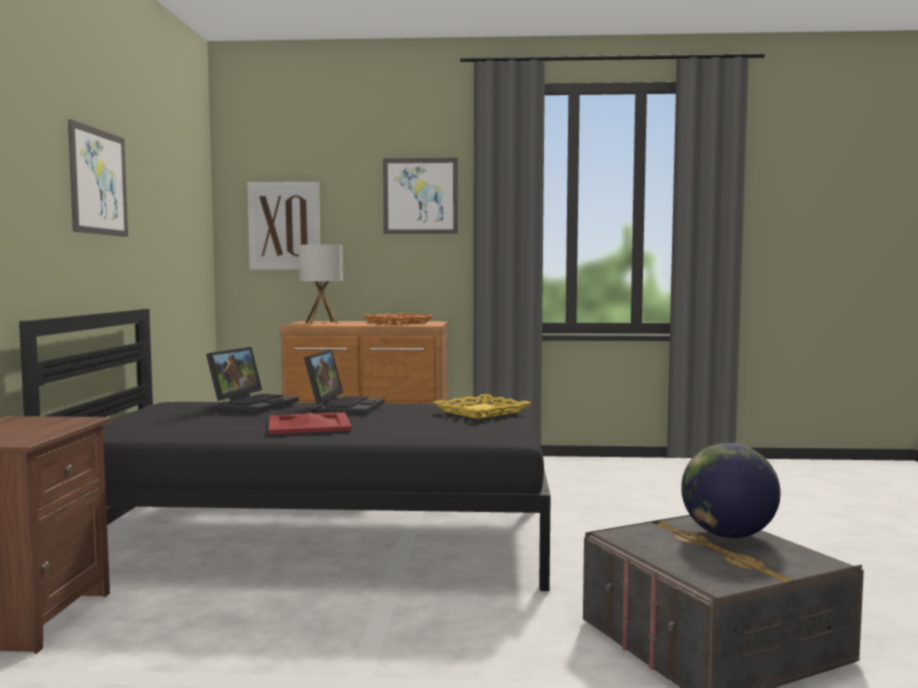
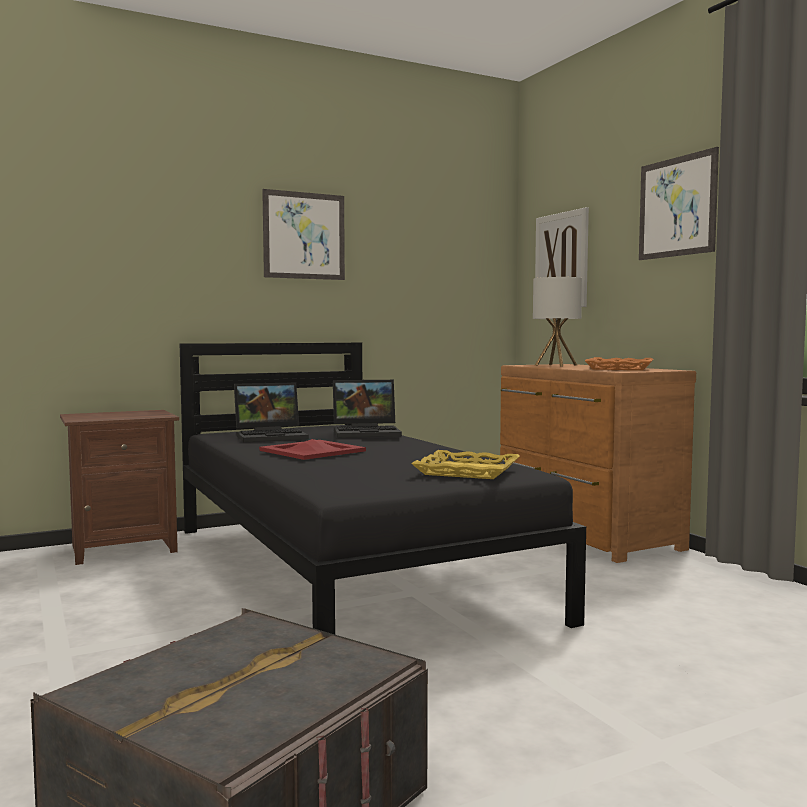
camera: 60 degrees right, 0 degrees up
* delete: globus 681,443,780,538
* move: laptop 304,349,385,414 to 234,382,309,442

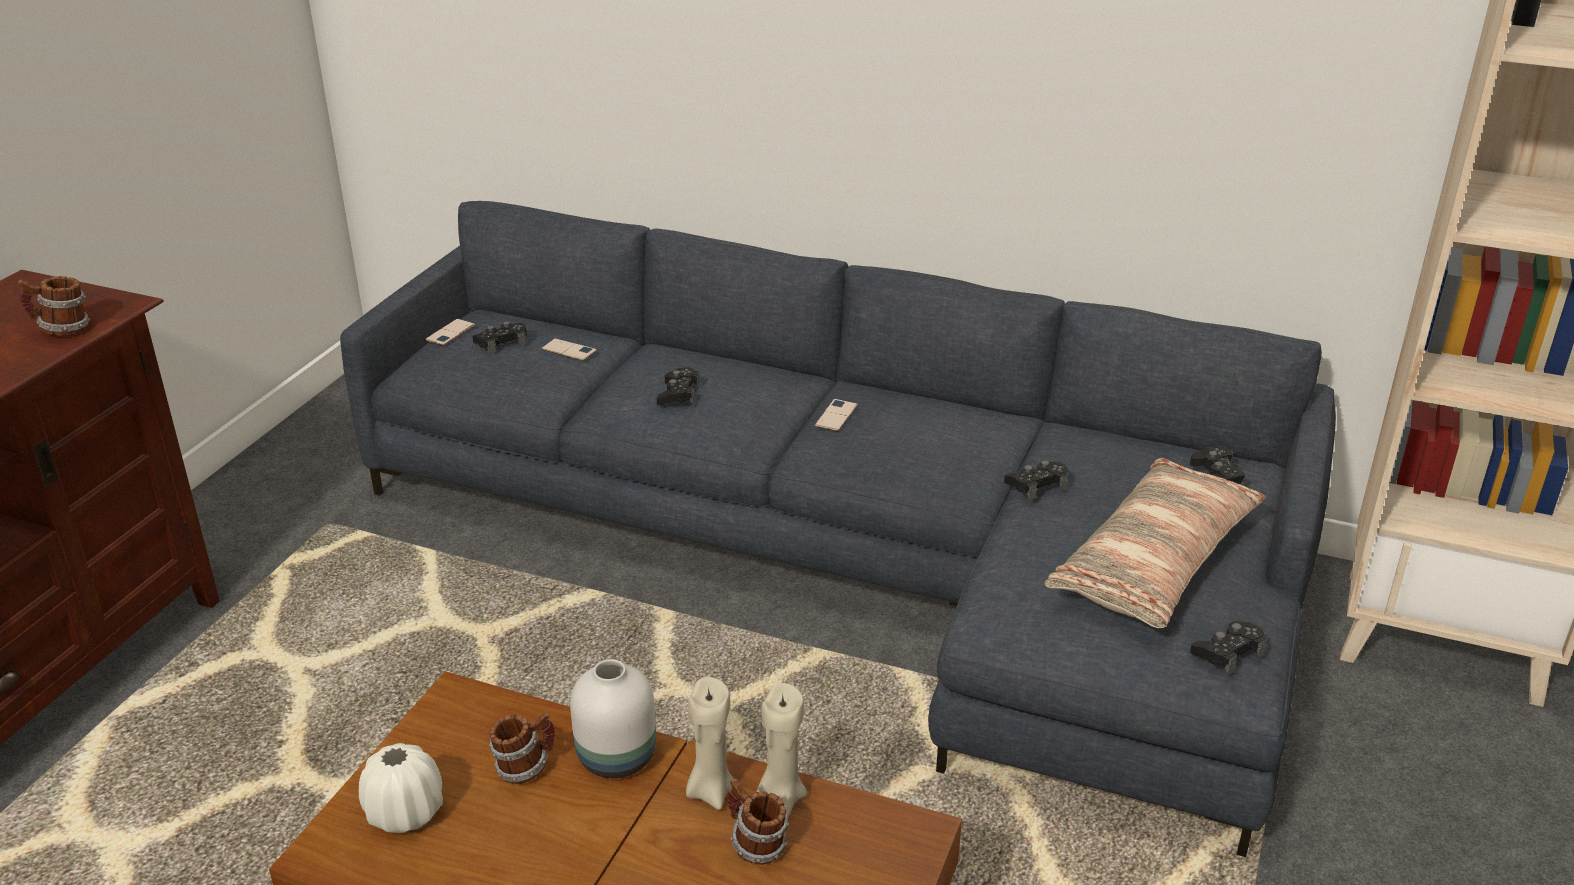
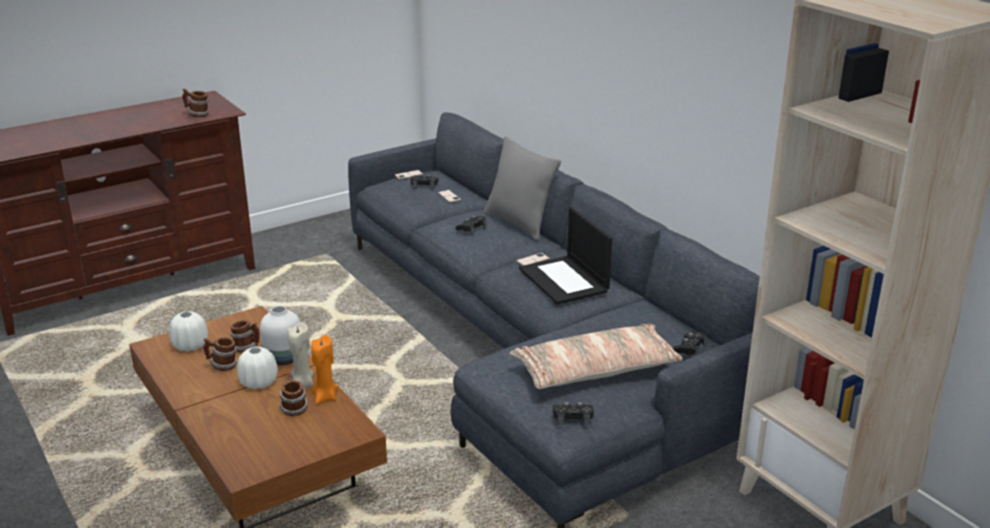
camera: 35 degrees right, 5 degrees down
* delete: pad do gier [czarny] 1004,460,1068,501
* insert: kubek 203,337,237,371
* insert: wazon [biały] 237,346,278,389
* insert: poduszka [szary] 483,136,561,241
* insert: laptop 519,207,612,305
* recolor: świeca [beżowy] 757,683,807,817 to świeca [pomarańczowy] 311,335,338,404

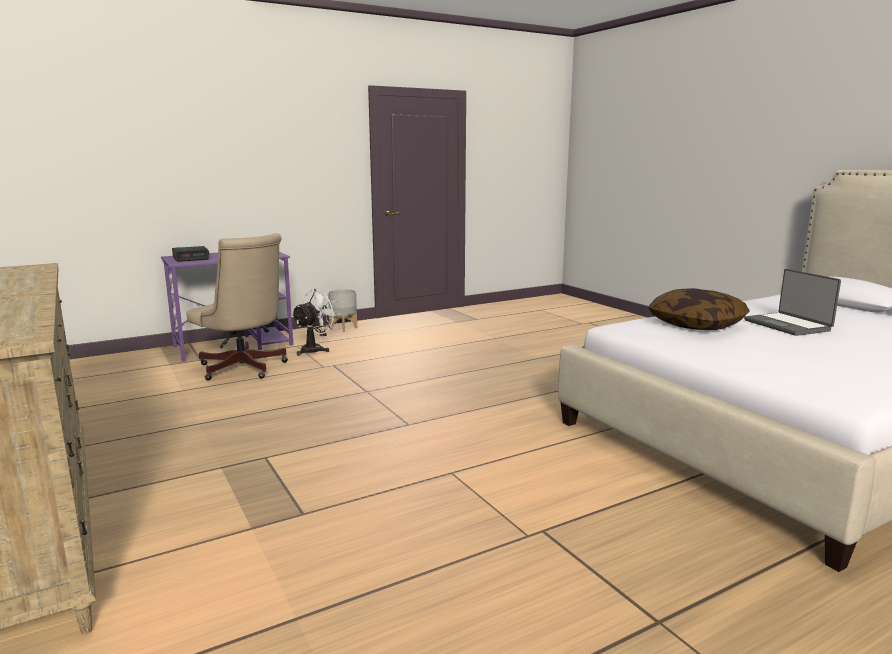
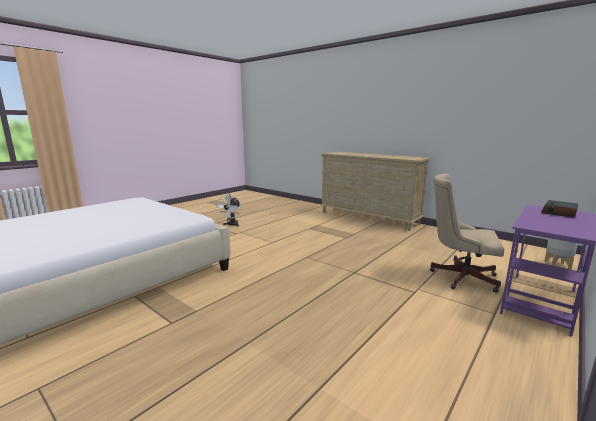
camera: 160 degrees right, 0 degrees up
* delete: poduszka 648,288,750,330
* delete: laptop 744,269,841,336
* move: wentylator [biały] 292,288,340,356 to 217,194,241,227
* move: donica [szary] 328,289,357,332 to 544,238,578,269

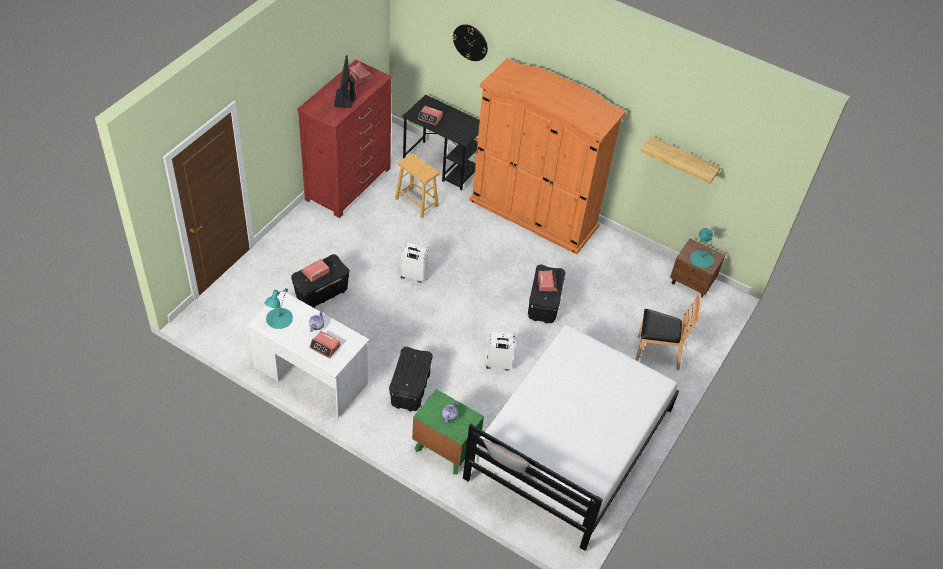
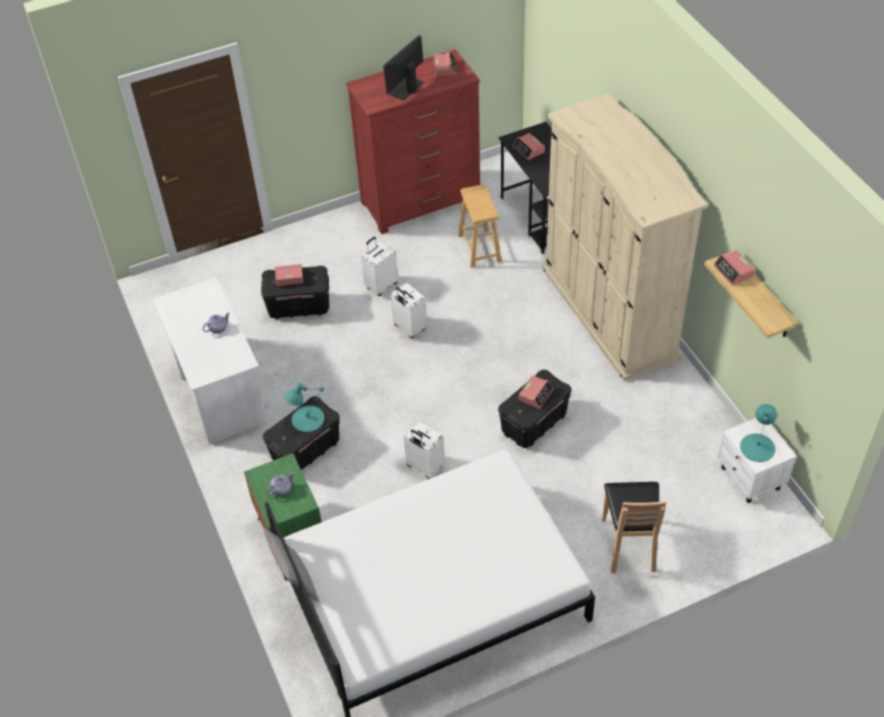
camera: 40 degrees right, 0 degrees up
* delete: zegar ścienny 452,24,488,61
* insert: walizka [biały] 361,237,398,296
* move: lampa stołowa [turkusowy] 264,288,293,329 to 284,383,325,432
* move: budzik 309,331,340,358 to 714,250,755,285
* recolor: szafa [pomarańczowy] 469,58,626,254 to szafa [beżowy] 542,94,708,381
* recolor: szafka nocna [brązowy] 670,238,726,298 to szafka nocna [biały] 717,418,797,503
* rotate: krzesło [brązowy] 635,293,702,370 = 602,482,666,573 45 degrees clockwise

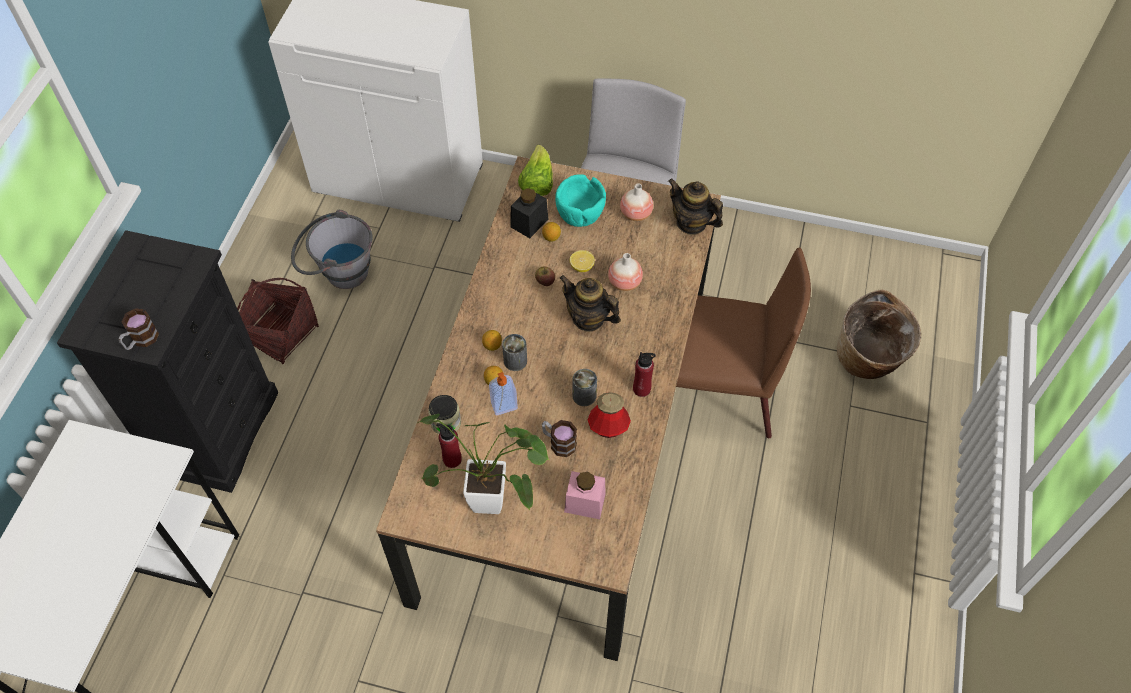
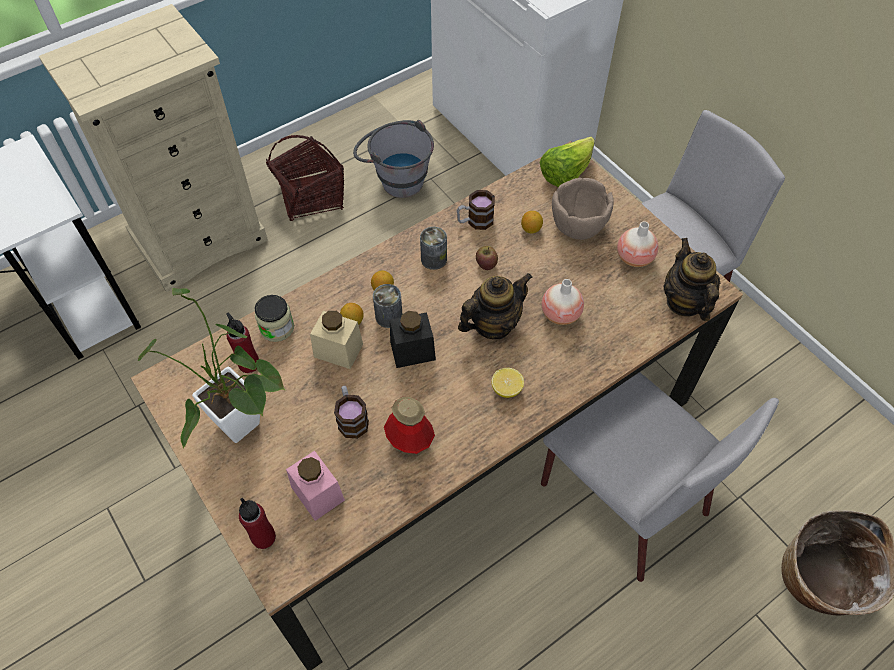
camera: 40 degrees right, 0 degrees up
* move: kubek 119,308,159,350 to 457,190,495,230
* move: słoik [czarny] 510,188,548,238 to 390,311,436,368
* move: cytryna 570,250,595,272 to 491,368,524,398
* move: puszka 572,369,597,406 to 420,227,447,270
* move: butelka [czerwony] 633,352,656,397 to 239,498,276,549
* replace: dozownik mydła 489,372,518,416 to słoik [beżowy] 310,311,363,369
* recolor: komoda [czarny] 57,230,278,493 to komoda [beżowy] 39,4,268,292
* recolor: miska [turkusowy] 555,174,606,227 to miska [brązowy] 552,178,614,240
* recolor: krzesło [brązowy] 676,247,811,438 to krzesło [szary] 541,372,779,582
* rotate: imbryk 559,275,621,332 = 458,273,533,339 75 degrees clockwise

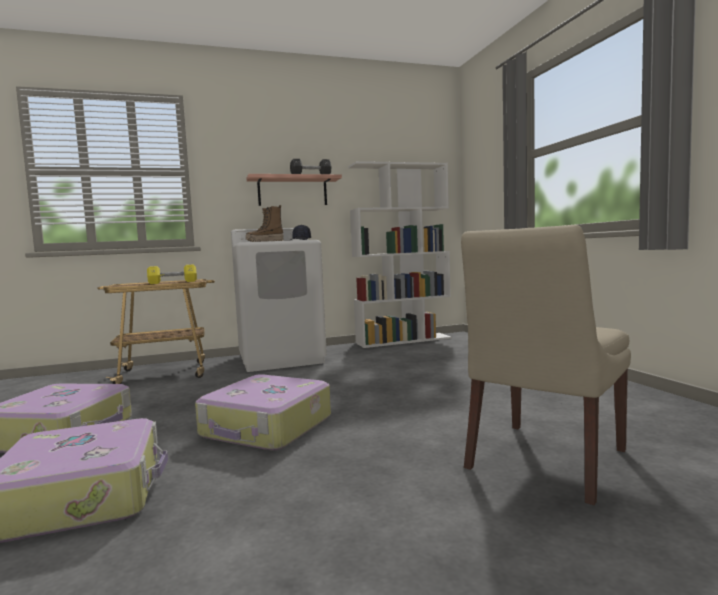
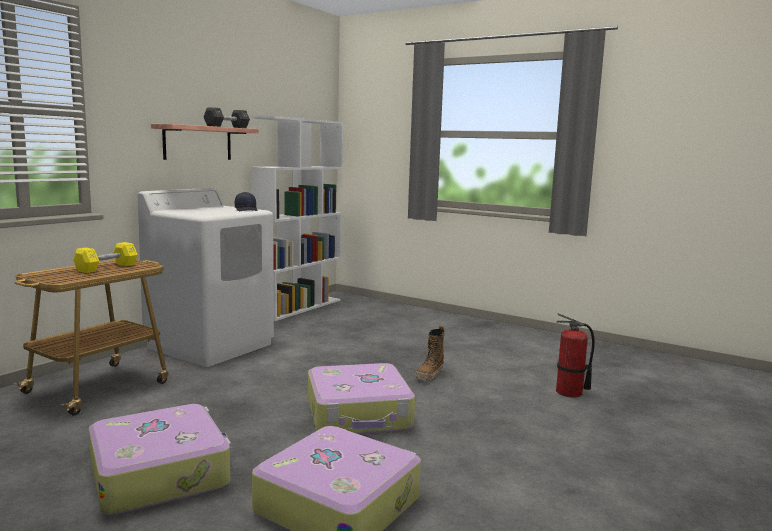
camera: 40 degrees left, 5 degrees up
* move: but z cholewką 246,205,284,242 to 416,326,445,381
* replace: krzesło [beżowy] 461,225,631,505 to gaśnica 556,313,595,397

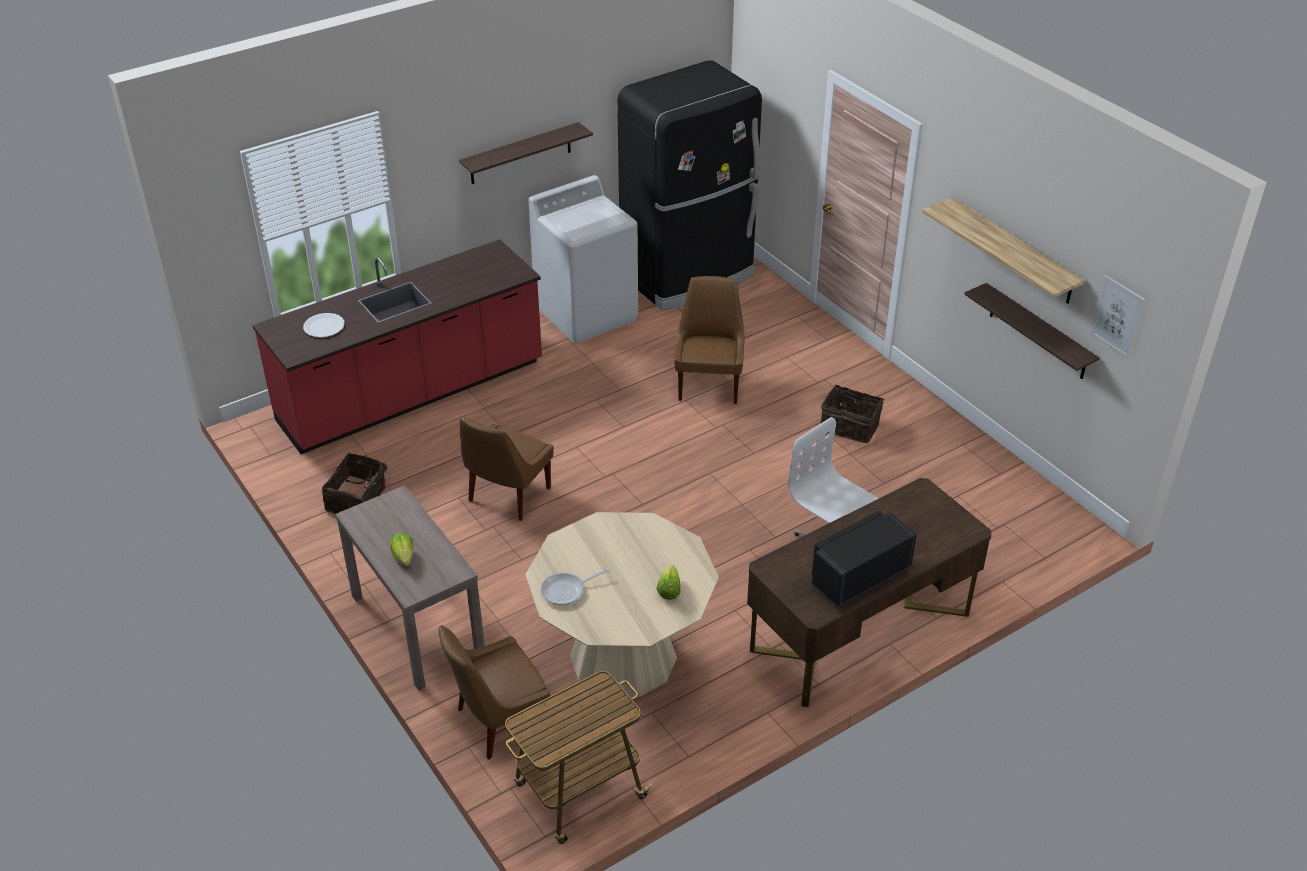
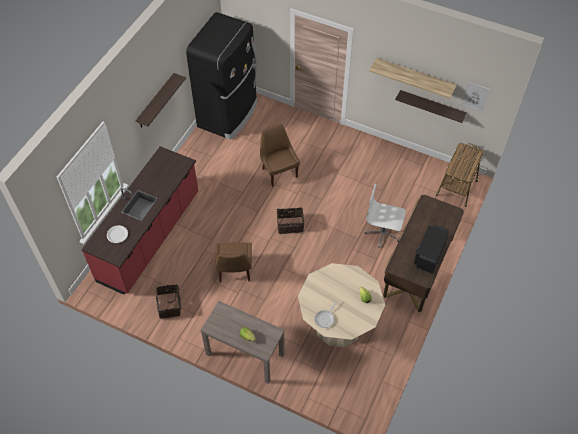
camera: 30 degrees left, 15 degrees up
* delete: krzesło [brązowy] 439,625,550,760
* delete: pralka [biały] 529,175,638,344
* move: wózek 505,671,652,844 to 436,143,483,207
* move: koszyk 821,385,884,443 to 277,208,304,234

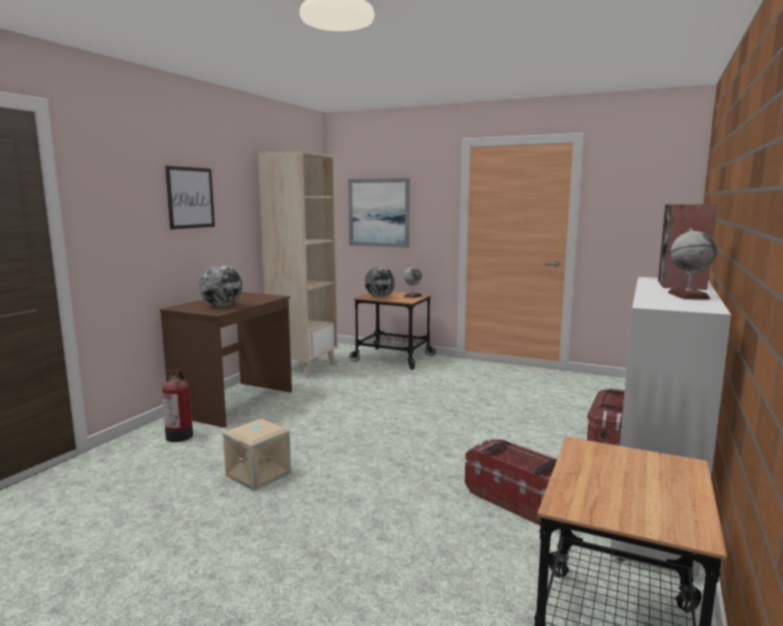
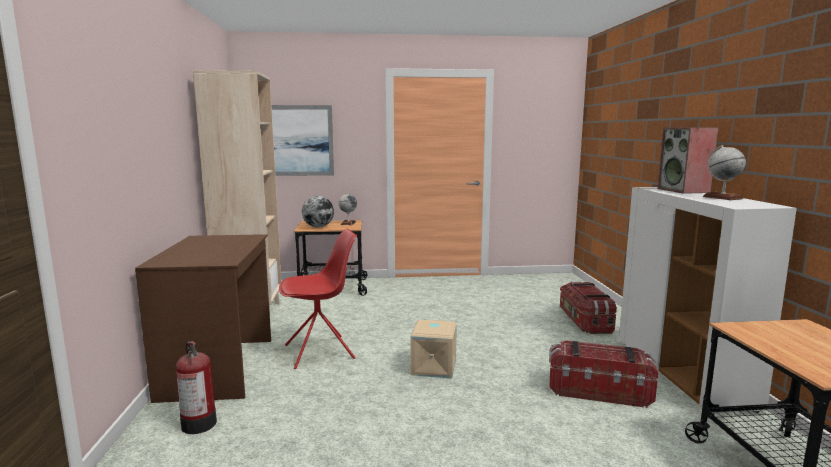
camera: 30 degrees left, 0 degrees up
* delete: obraz 165,166,215,229
* delete: globus 199,265,242,307
* insert: krzesło [czerwony] 279,229,357,369
* move: pojemnik do przechowywania [beżowy] 223,419,291,491 to 411,320,457,379

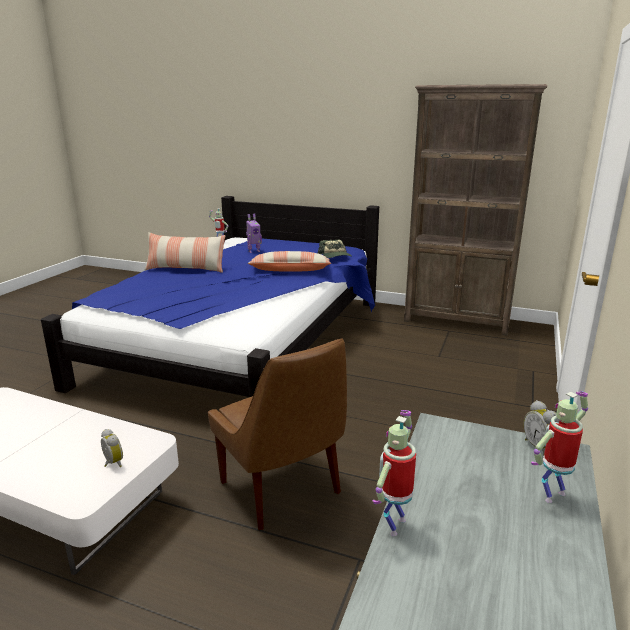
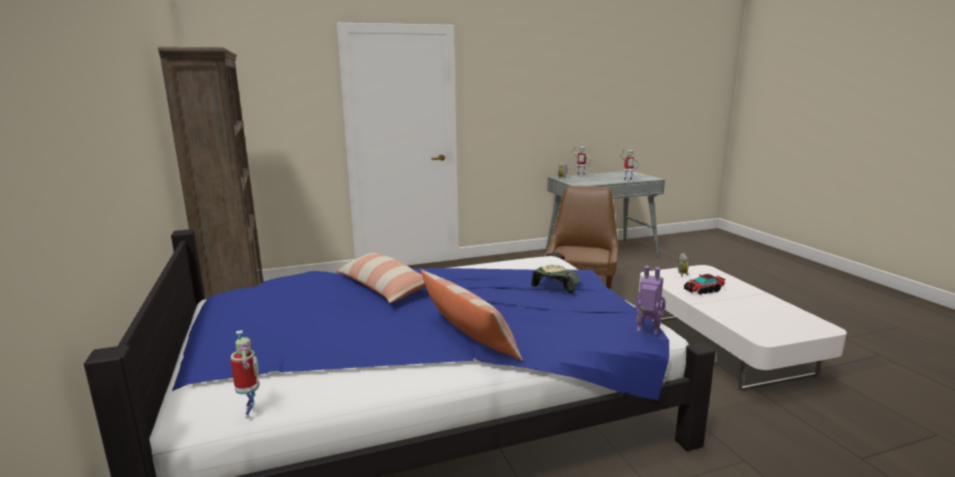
camera: 130 degrees left, 5 degrees down
* insert: ciężarówka zabawkowa 684,274,726,295
* move: robot zabawkowy 246,214,262,253 to 636,265,665,335
* move: czapka z daszkiem 318,240,352,258 to 531,265,580,294

